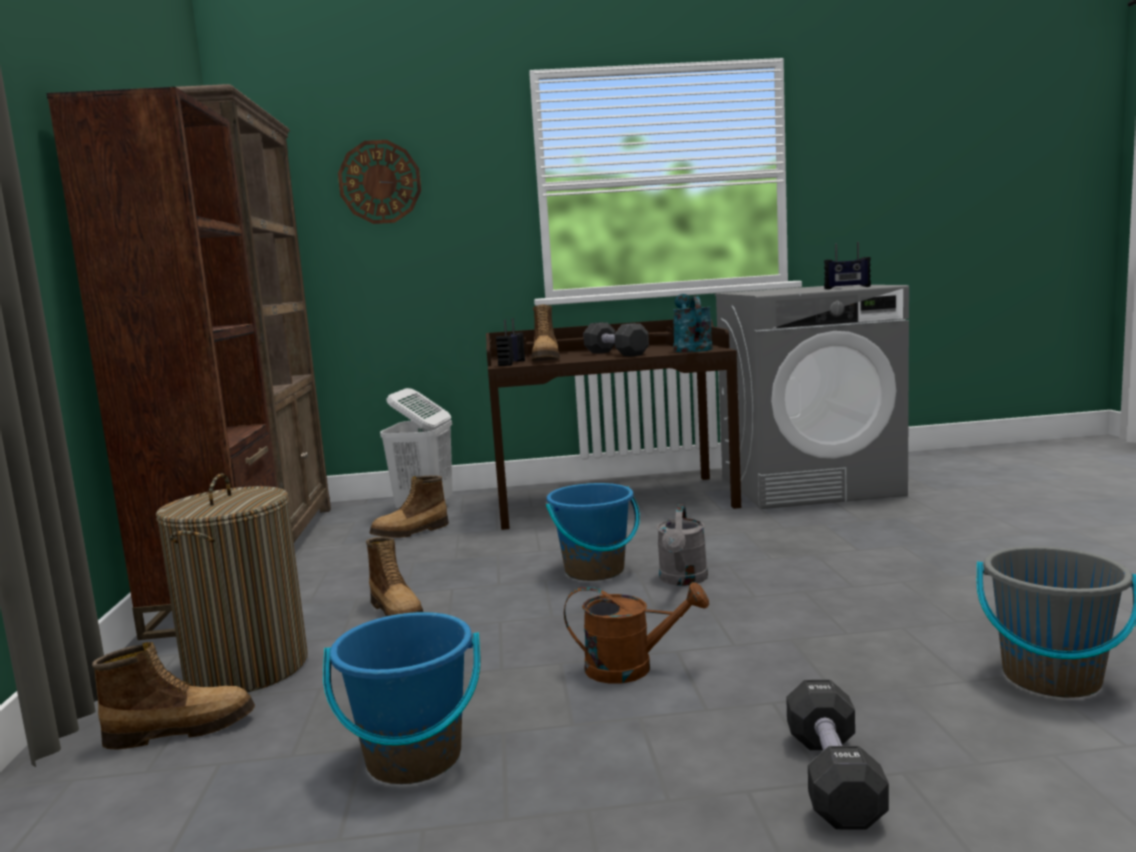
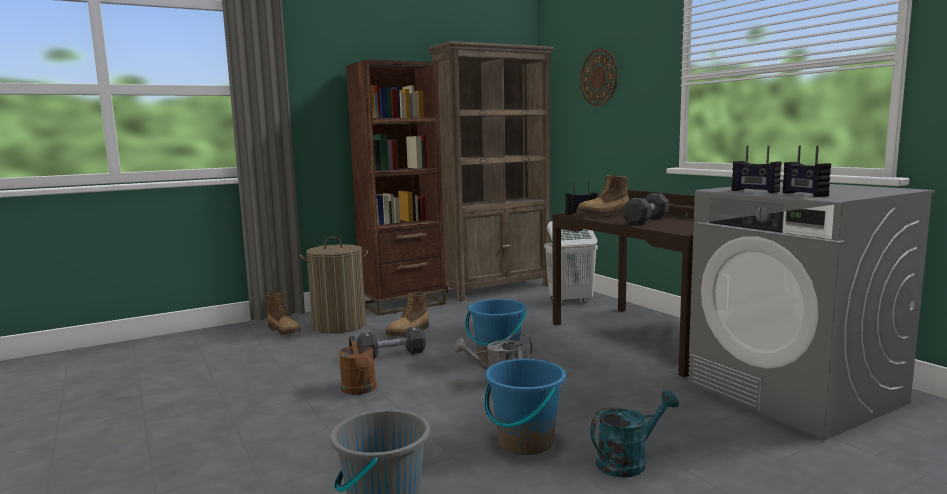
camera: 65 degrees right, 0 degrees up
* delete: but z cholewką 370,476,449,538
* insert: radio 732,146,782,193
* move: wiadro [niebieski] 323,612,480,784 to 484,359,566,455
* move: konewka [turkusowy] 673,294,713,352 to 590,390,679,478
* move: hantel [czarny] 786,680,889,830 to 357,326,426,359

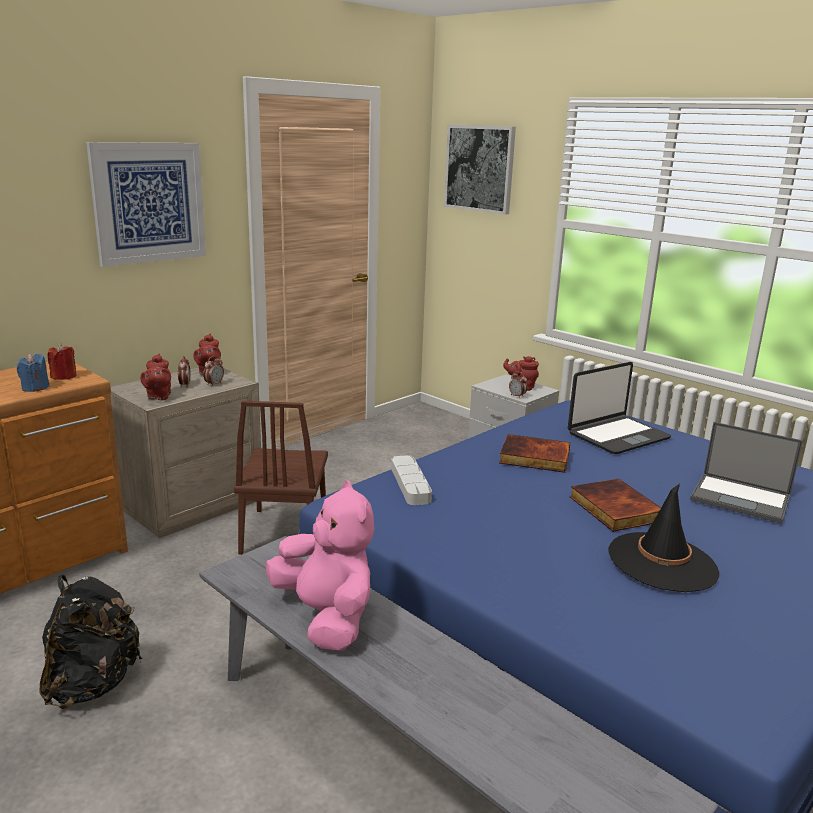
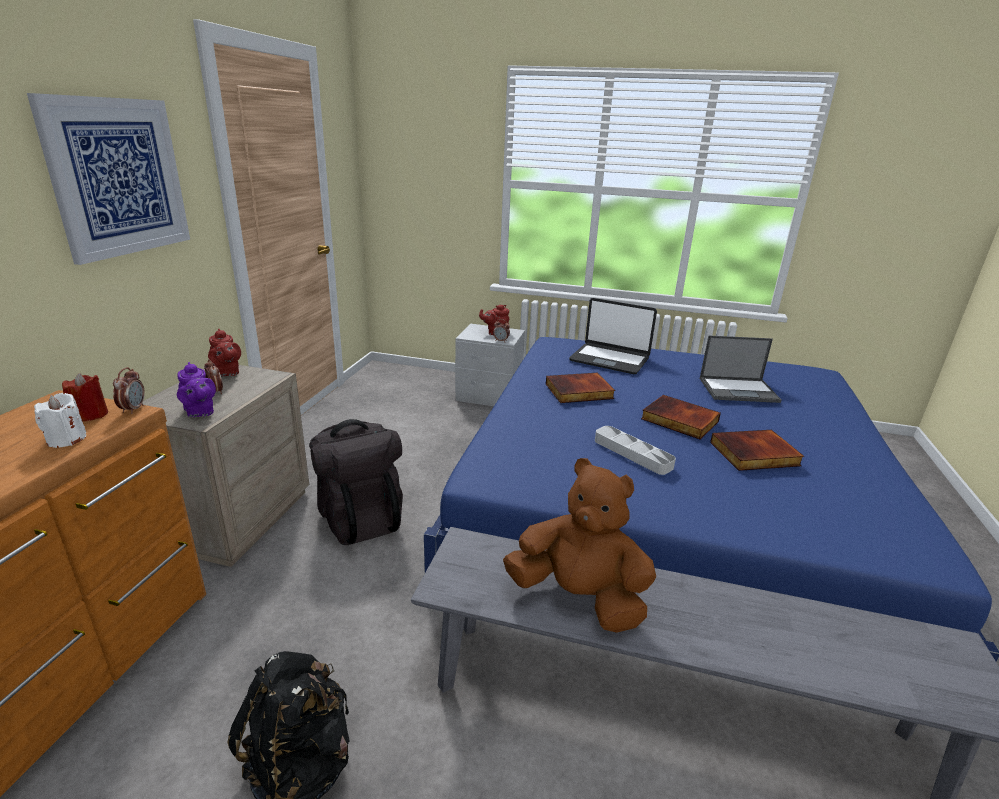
camera: 30 degrees left, 5 degrees up
* delete: obraz 444,125,516,215
* move: budzik 203,356,224,387 to 113,367,145,414
* move: taca [szary] 391,455,432,505 to 595,426,676,475
* replace: krzesło [brązowy] 234,401,328,555 to plecak [czarny] 309,419,403,545
* replace: kapelusz [czarny] 608,484,719,592 to książka 710,430,804,471
* recolor: świeca [niebieski] 17,354,49,392 to świeca [biały] 34,393,86,448
* recolor: imbryk [czerwony] 140,354,171,400 to imbryk [fioletowy] 177,362,216,417
* recolor: pluszak [różowy] 265,480,374,650 to pluszak [brązowy] 503,458,656,633
* rotate: laptop 568,362,672,454 = 569,298,657,374 90 degrees clockwise

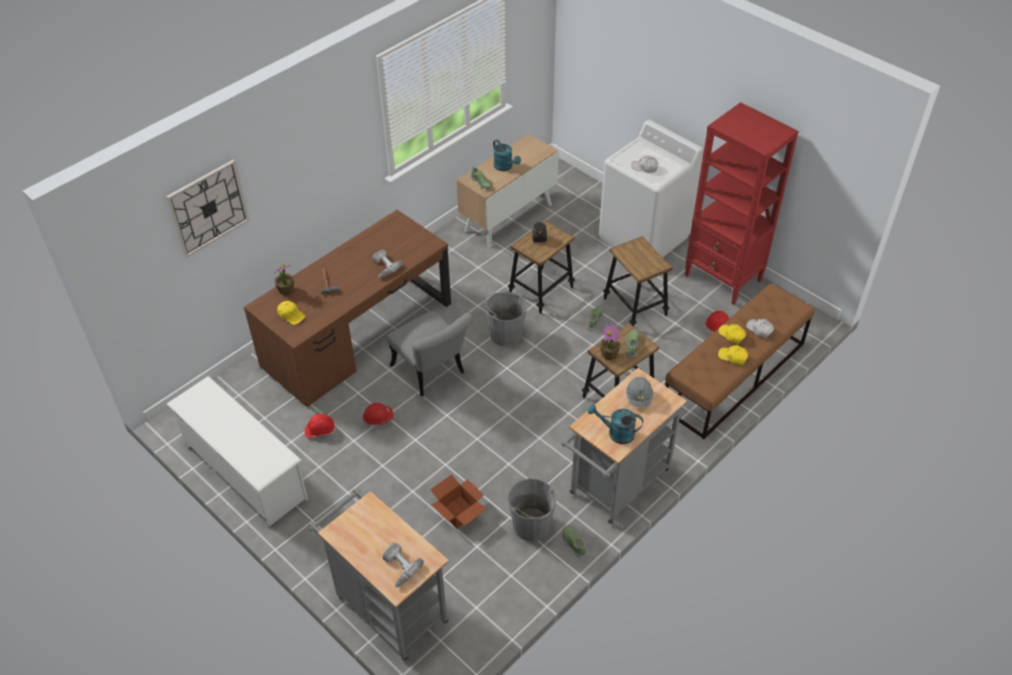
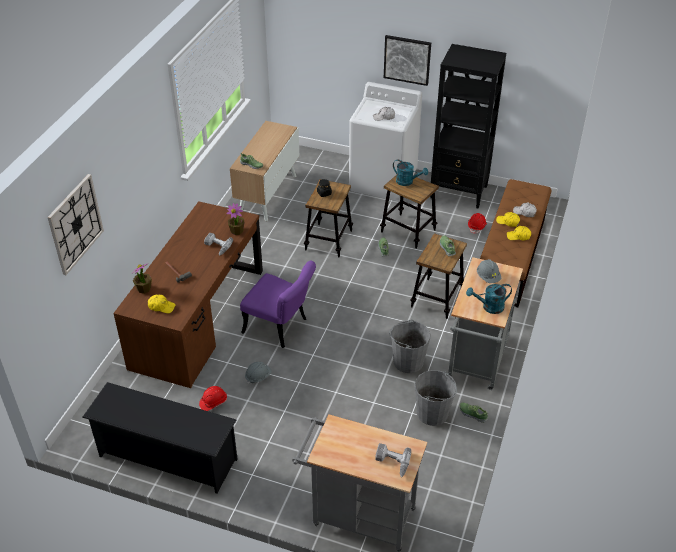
camera: 25 degrees left, 5 degrees down
* delete: karton 430,474,486,529
* insert: obraz 384,35,431,86
* move: wiadro [szary] 485,291,527,347 to 389,320,430,373
* move: konewka [turkusowy] 493,139,521,171 to 393,159,428,186
* move: roślina doniczkowa 600,324,621,360 to 226,203,244,235
* recolor: regał na buty [biały] 167,376,308,526 to regał na buty [czarny] 82,382,238,494
* recolor: kask [czerwony] 363,403,394,425 to kask [szary] 245,362,272,384
* recolor: krzesło [szary] 387,310,473,396 to krzesło [fioletowy] 240,261,316,348
* recolor: regał [czerwony] 685,102,799,305 to regał [czarny] 430,44,506,209

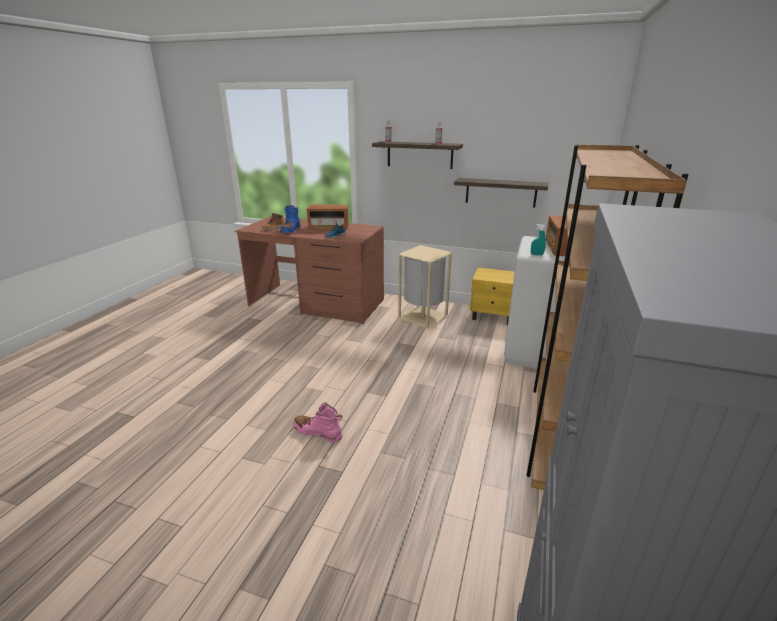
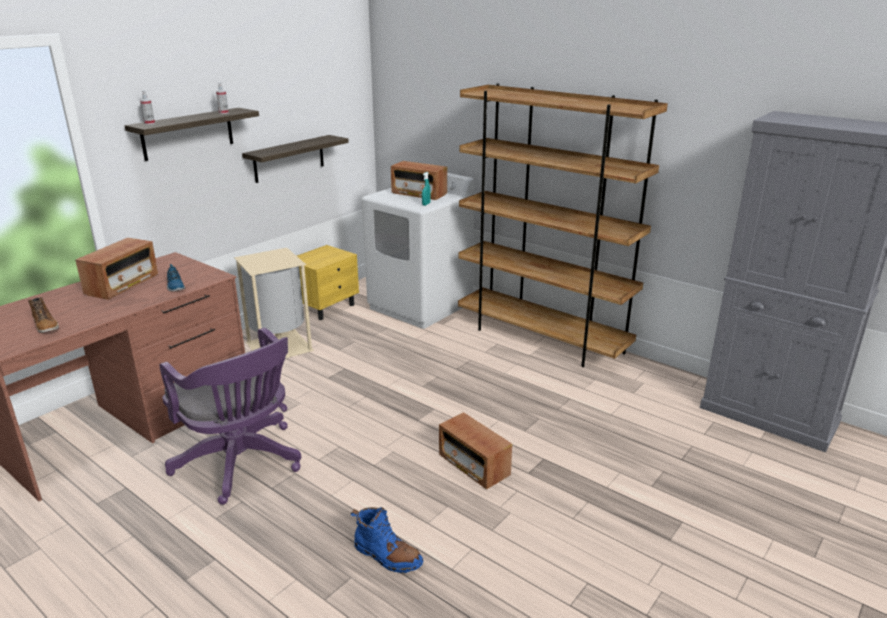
camera: 70 degrees left, 0 degrees up
* insert: krzesło biurowe [fioletowy] 160,328,301,505
* move: but z cholewką [niebieski] 280,205,300,233 to 351,507,423,573
* replace: but z cholewką [różowy] 293,402,343,443 to radio 439,412,512,489

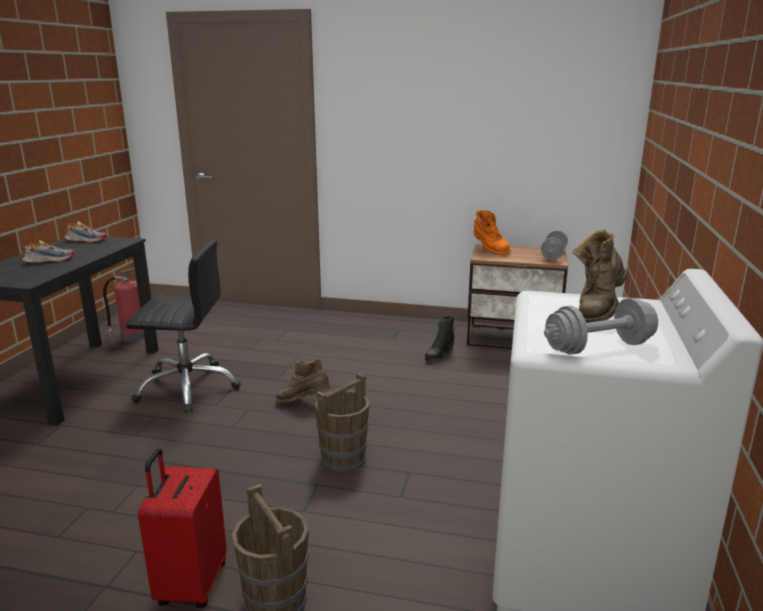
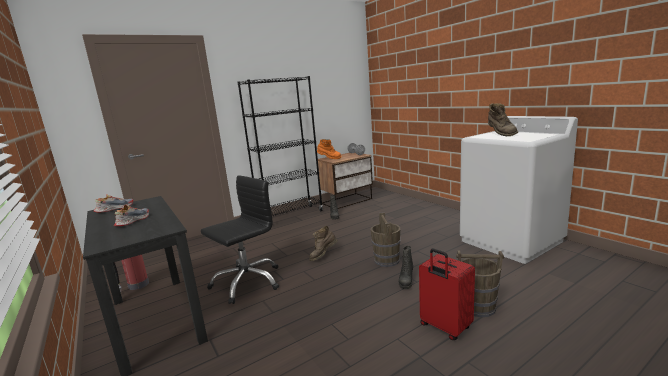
camera: 45 degrees left, 5 degrees down
* delete: hantel [szary] 544,298,658,355
* insert: regał [czarny] 238,76,323,216
* insert: but z cholewką [czarny] 399,246,413,289

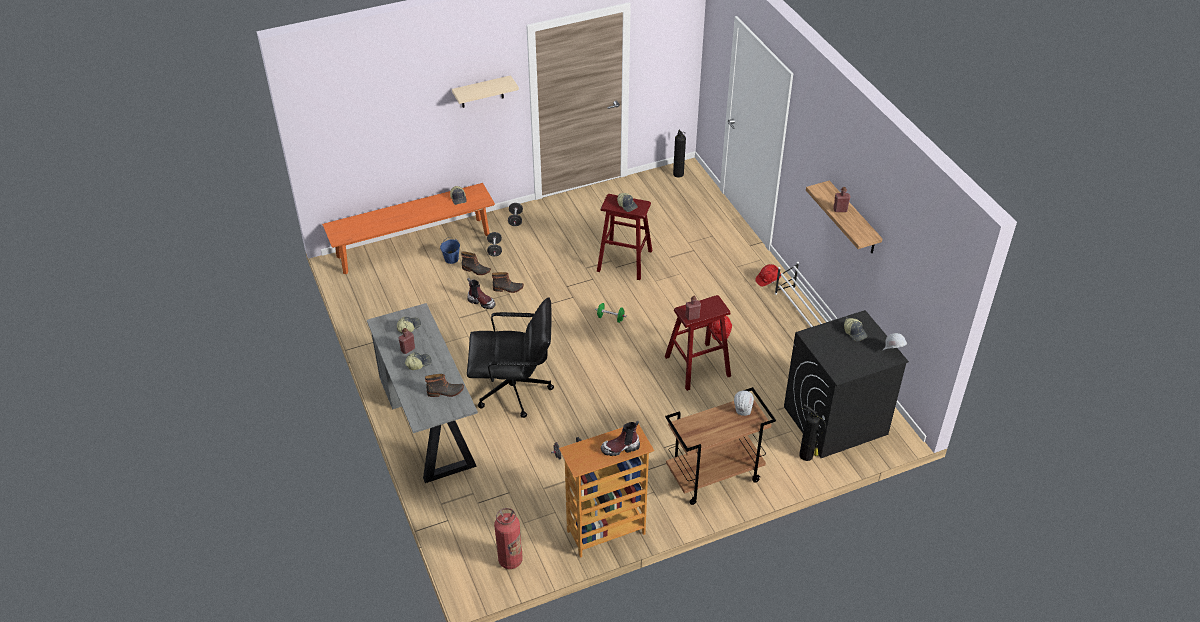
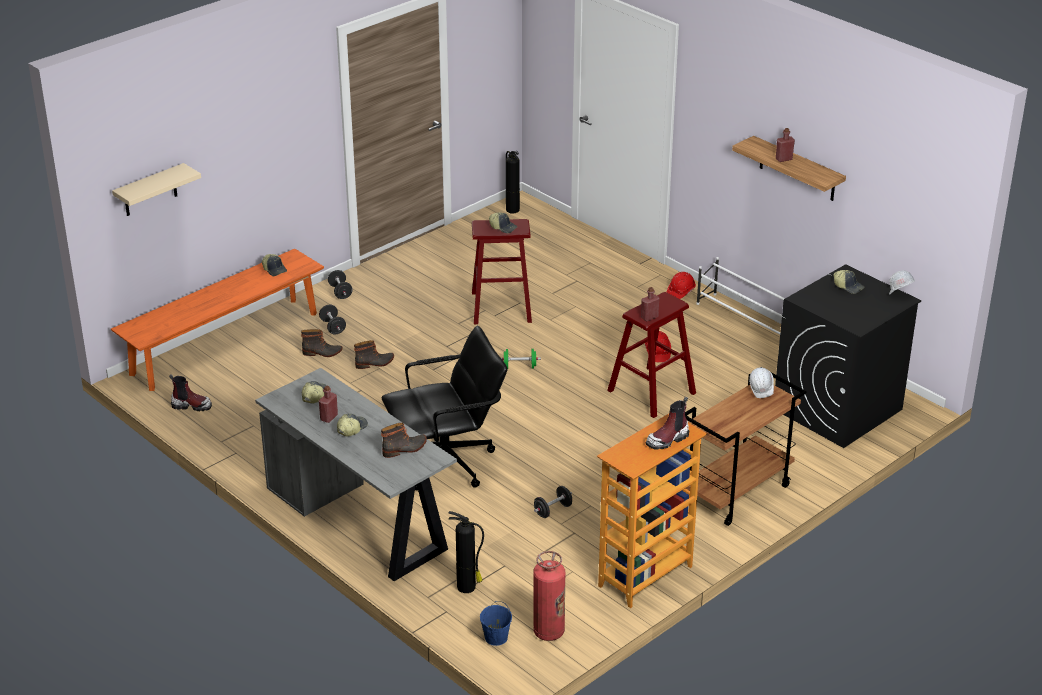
camera: 20 degrees left, 10 degrees down
* move: wiadro [niebieski] 440,237,460,264 to 480,601,512,646
* move: półka [beżowy] 452,75,519,108 to 112,163,201,216
* move: but z cholewką 467,278,496,309 to 169,374,212,411
* move: gaśnica 799,404,826,461 to 449,511,484,593

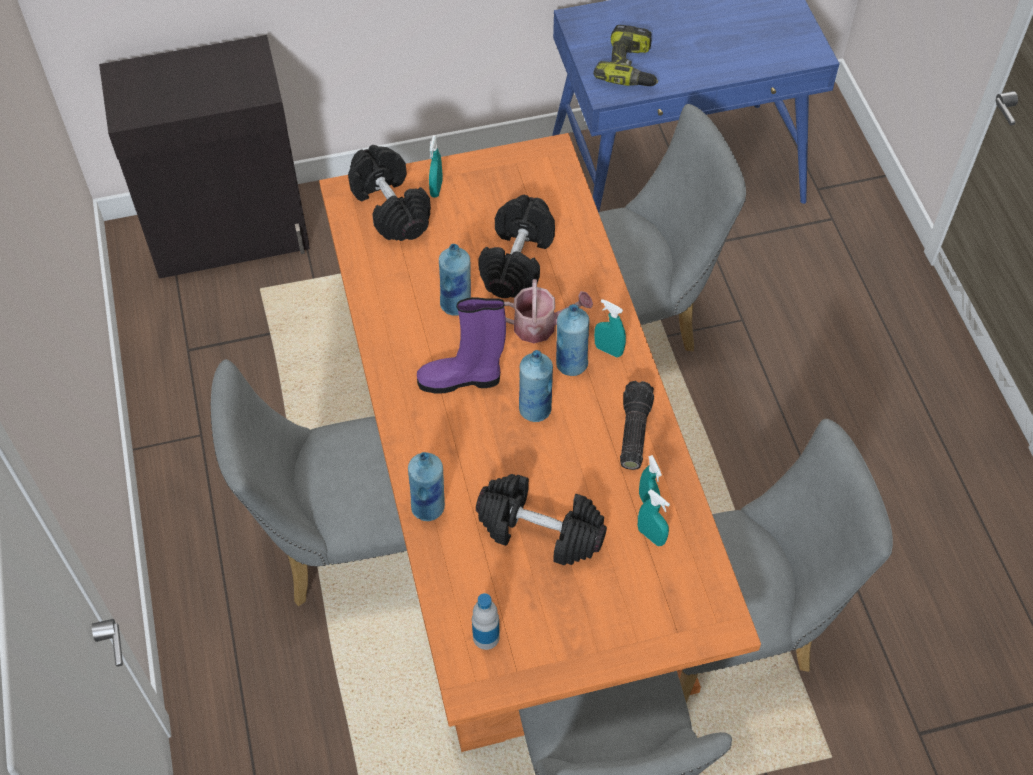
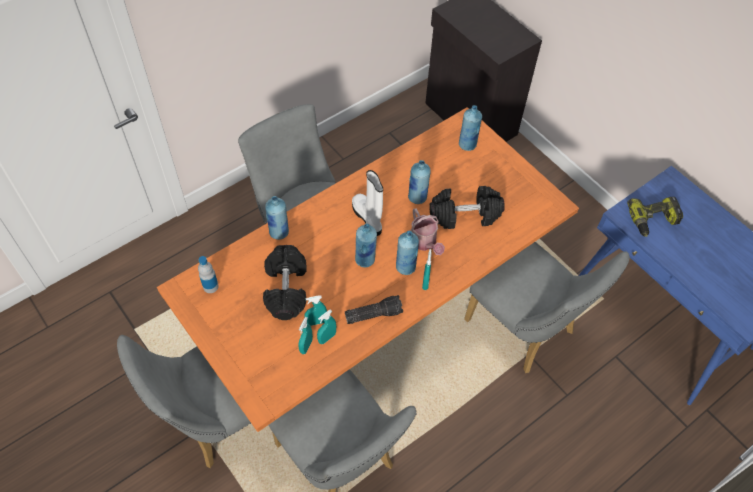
camera: 65 degrees right, 0 degrees up
* move: spryskiwacz [turkusowy] 429,135,442,198 to 304,296,327,326
* replace: hantel [czarny] 348,145,431,241 to butelka [niebieski] 459,105,482,151
* recolor: but z cholewką [fioletowy] 417,297,506,394 to but z cholewką [biały] 352,170,383,236

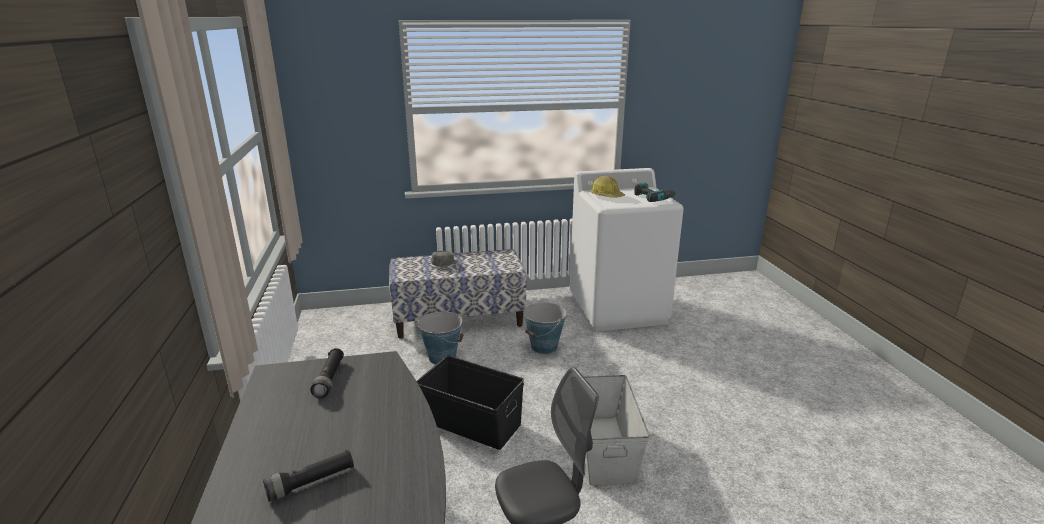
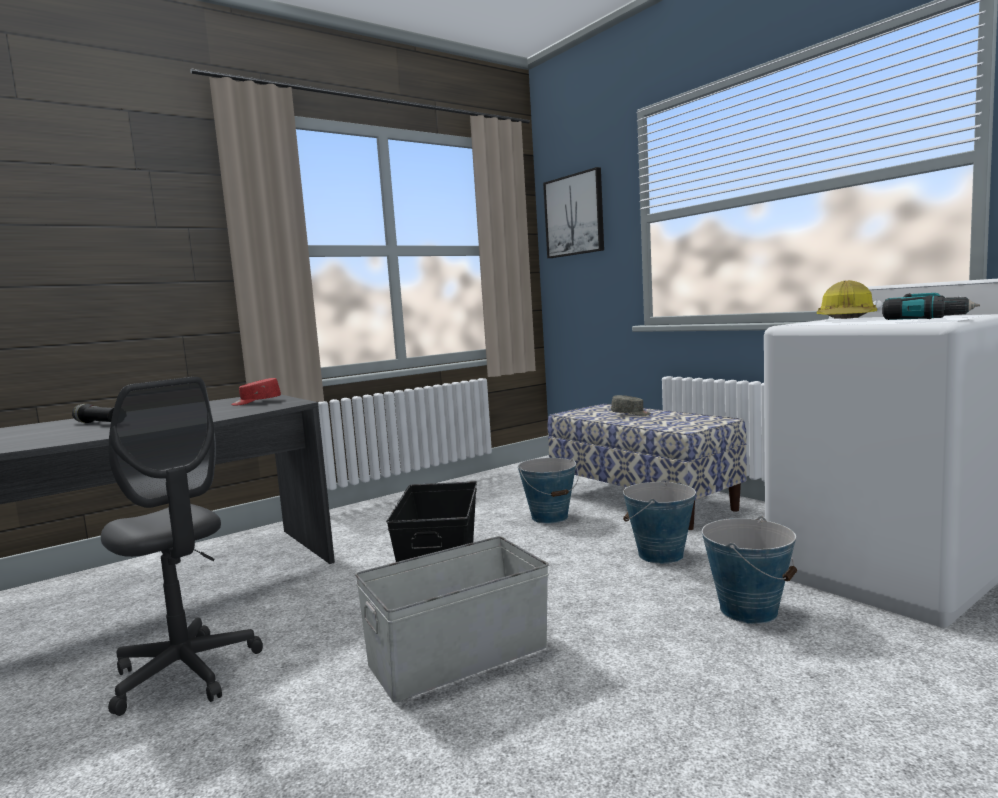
camera: 65 degrees right, 15 degrees down
* insert: obraz 543,167,604,258
* insert: wiadro 702,516,797,624
* replace: latarka [czarny] 310,348,344,398 to czapka z daszkiem [czerwony] 231,378,281,405

